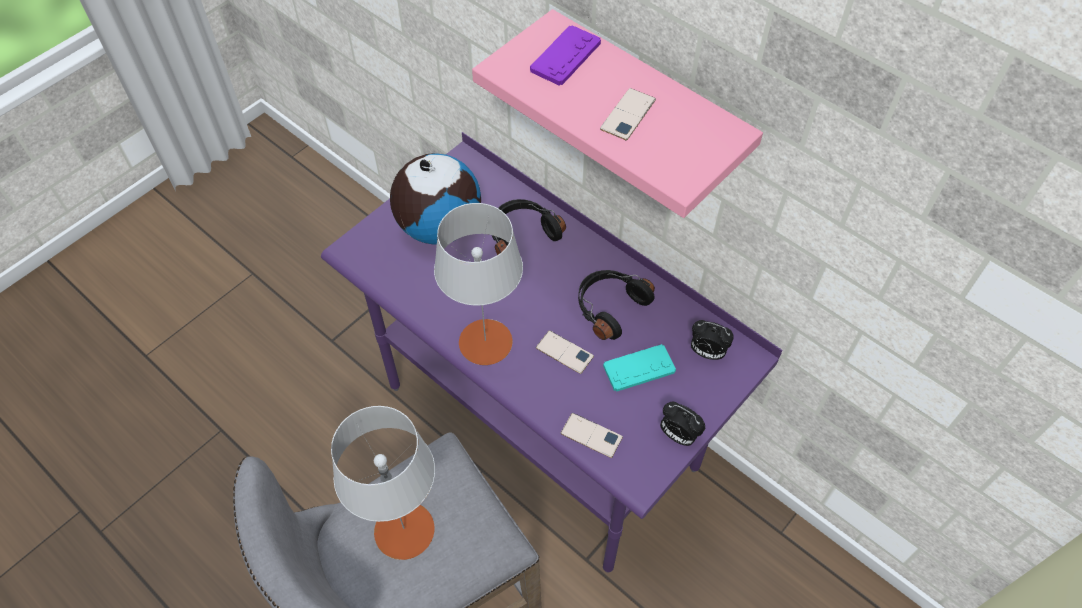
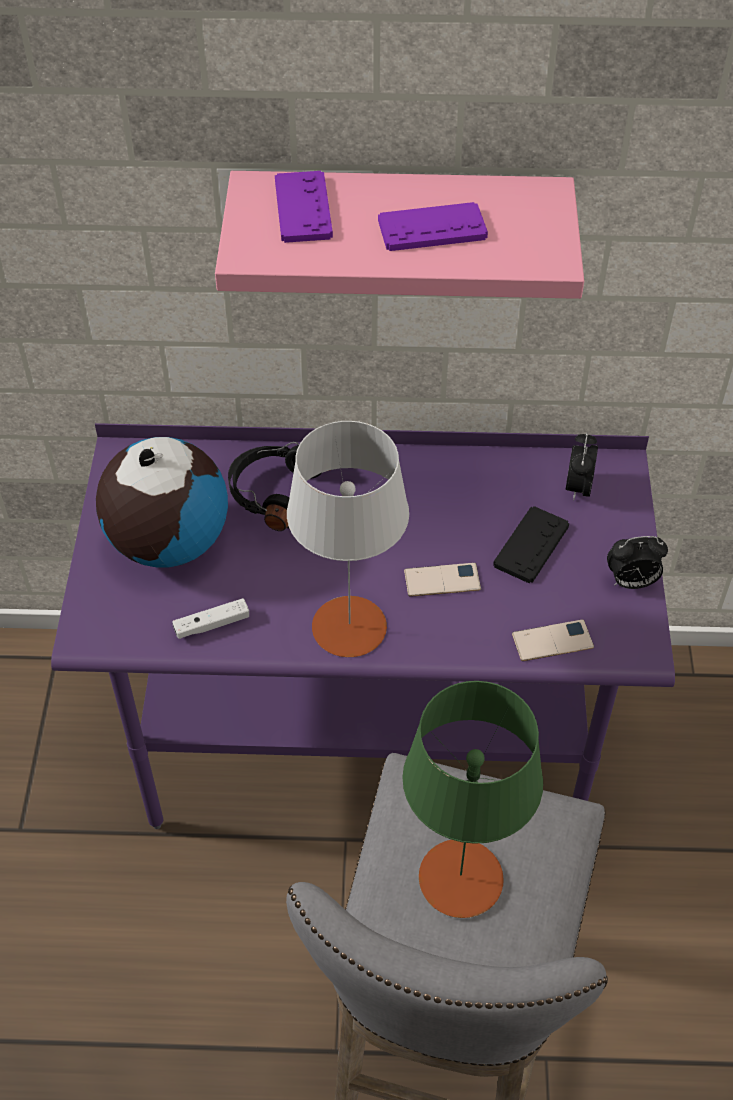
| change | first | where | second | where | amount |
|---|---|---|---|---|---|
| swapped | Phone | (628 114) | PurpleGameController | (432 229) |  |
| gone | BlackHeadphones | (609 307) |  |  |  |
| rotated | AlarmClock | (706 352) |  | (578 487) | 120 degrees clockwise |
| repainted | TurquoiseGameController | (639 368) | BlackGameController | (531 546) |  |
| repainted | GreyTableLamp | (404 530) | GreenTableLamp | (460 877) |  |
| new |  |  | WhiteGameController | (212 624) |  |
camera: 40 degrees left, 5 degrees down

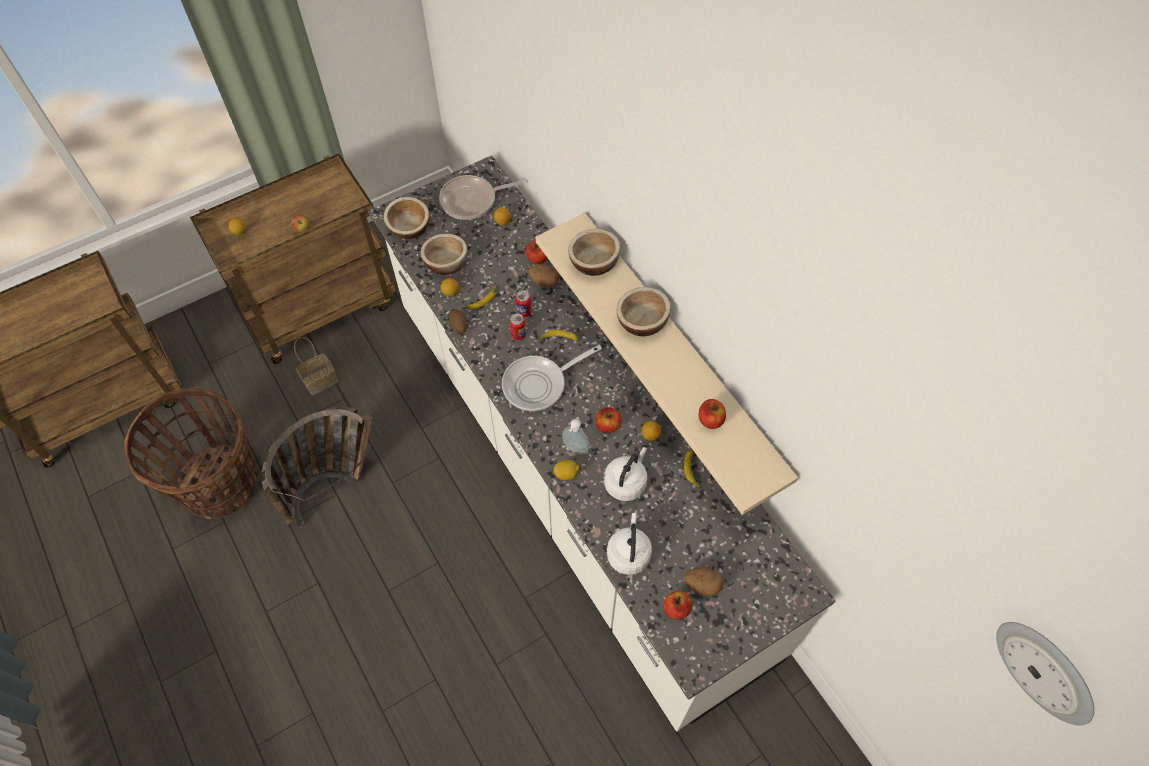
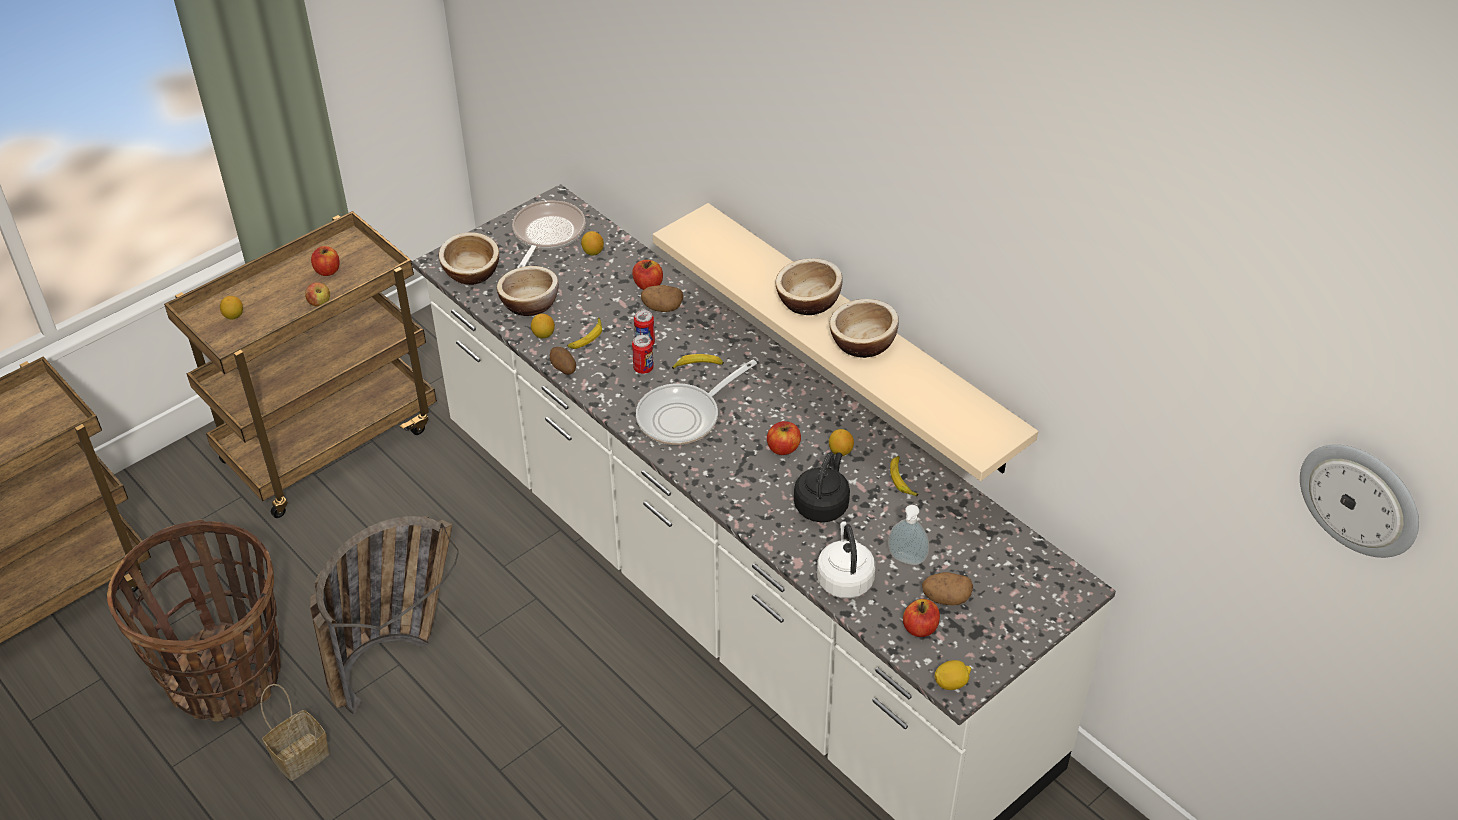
| change | first | where | second | where | amount |
|---|---|---|---|---|---|
| rotated | FryingPan | (472 200) |  | (547 234) | 135 degrees clockwise |
| shifted | Bowl | (594 262) |  | (863 343) |  |
| shifted | Basket | (321 379) |  | (301 754) |  |
| shifted | Apple | (710 420) |  | (327 271) |  |
| shifted | SoapDispenser | (574 449) |  | (906 560) |  |
| repainted | WhiteKettle | (626 482) | BlackKettle | (822 504) |  |
| shifted | Lemon | (566 474) |  | (951 683) |  |
camera: 10 degrees left, 15 degrees down

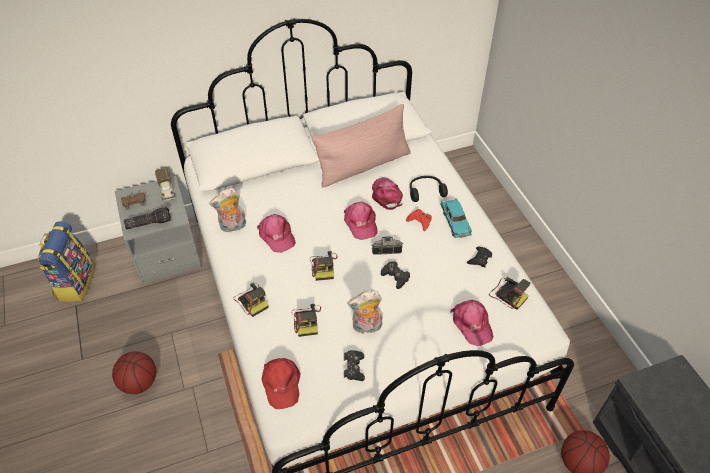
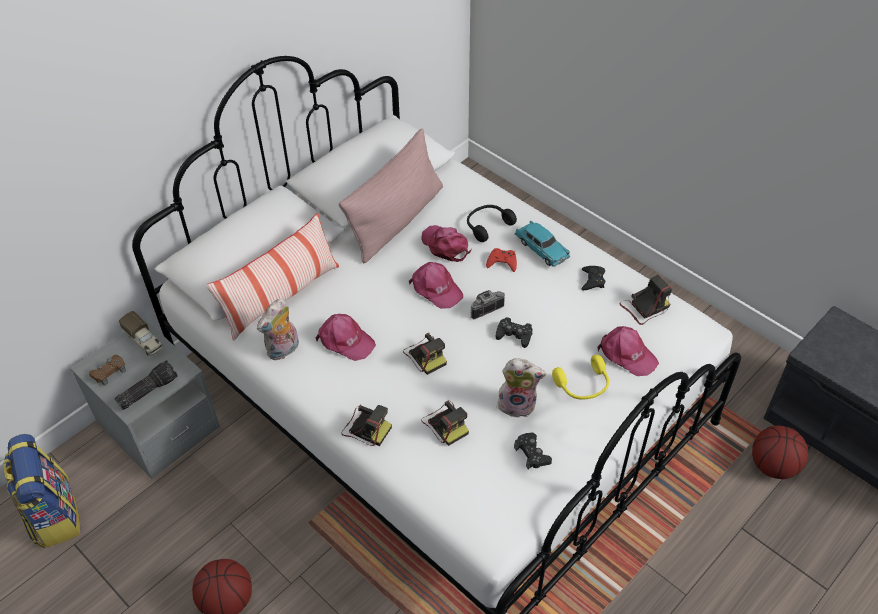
| change | first | where | second | where | amount |
|---|---|---|---|---|---|
| rotated | PhotoCamera | (507 294) |  | (644 308) | 45 degrees counterclockwise |
| rotated | PlushToy | (366 327) |  | (518 404) | 135 degrees counterclockwise |
| gone | RedCap | (281 383) |  |  |  |
| new |  |  | Pillow | (281 297) |  |
| new |  |  | YellowHeadphones | (583 385) |  |
camera: 25 degrees left, 0 degrees up

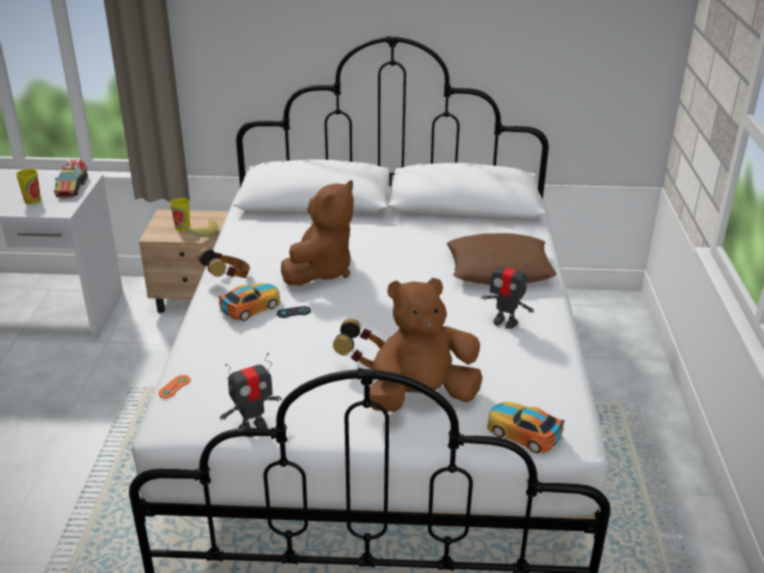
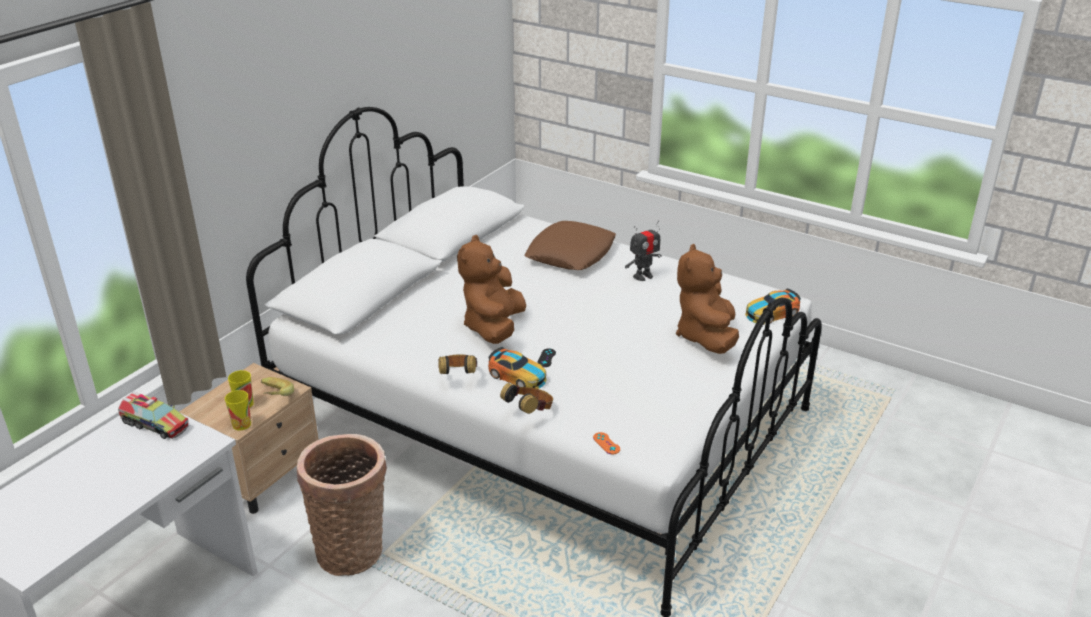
| change | first | where | second | where | amount |
|---|---|---|---|---|---|
| shifted | Cup | (32 201) |  | (241 424) |  |
| rotated | BrownPlushToy | (321 271) |  | (493 327) | 135 degrees counterclockwise |
| rotated | ToyCar | (251 307) |  | (518 376) | 135 degrees clockwise |
| shifted | Headphones | (363 362) |  | (529 412) |  |
| gone | ToyRobot | (253 427) |  |  |  |
| new |  |  | Basket | (352 548) |  |
camera: 60 degrees left, 0 degrees up

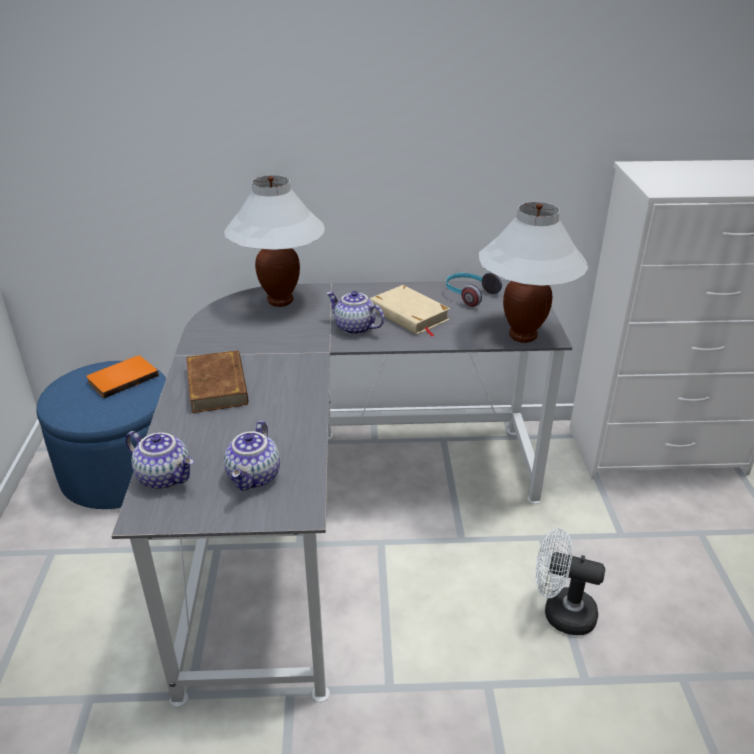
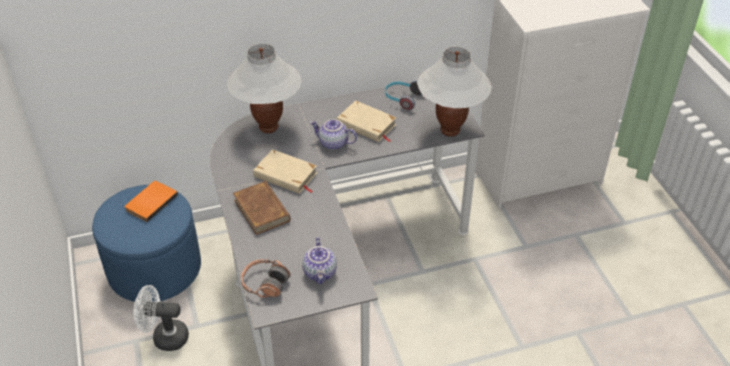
| change | first | where | second | where | amount |
|---|---|---|---|---|---|
| swapped | Teapot | (166 477) | Headphones | (265 284) |  |
| shifted | WhiteFan | (560 612) |  | (164 337) |  |
| new |  |  | BeigeBook | (285 175) |  |
camera: 15 degrees left, 10 degrees up

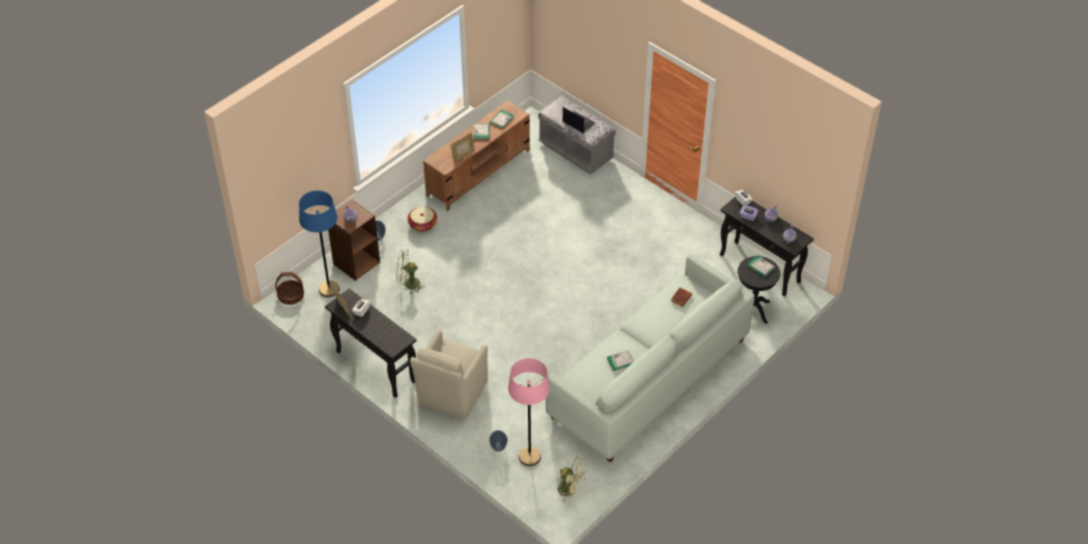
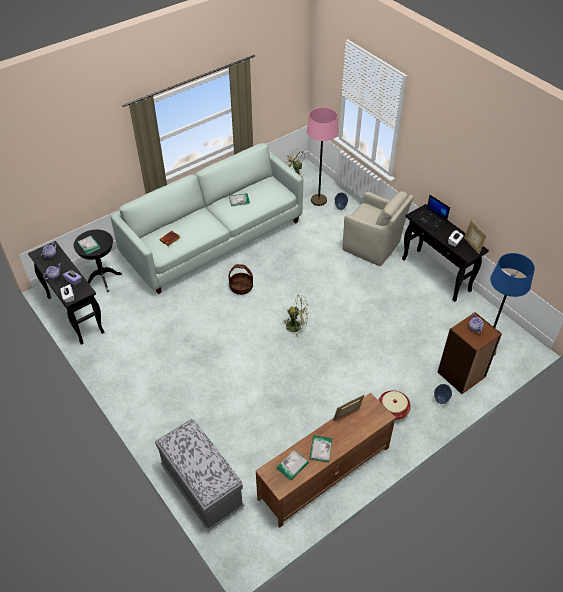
| change | first | where | second | where | amount |
|---|---|---|---|---|---|
| shifted | Laptop | (578 122) |  | (431 220) |  |
| shifted | GreenFan | (408 284) |  | (297 326) |  |
| shifted | Basket | (291 296) |  | (241 287) |  |
| rotated | BeigeArmchair | (451 394) |  | (373 247) | 90 degrees clockwise |
camera: 170 degrees left, 0 degrees up

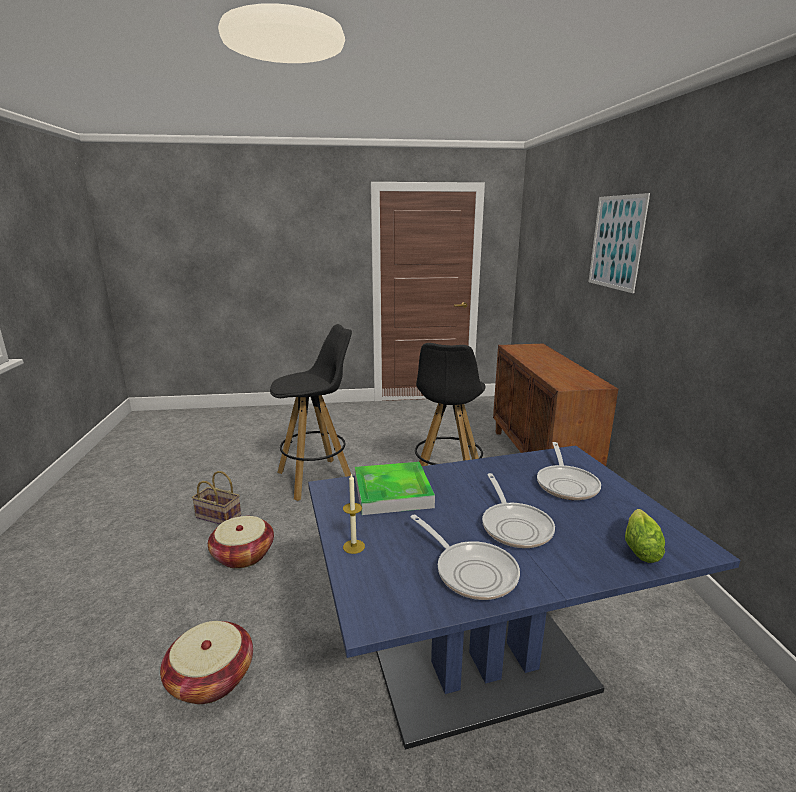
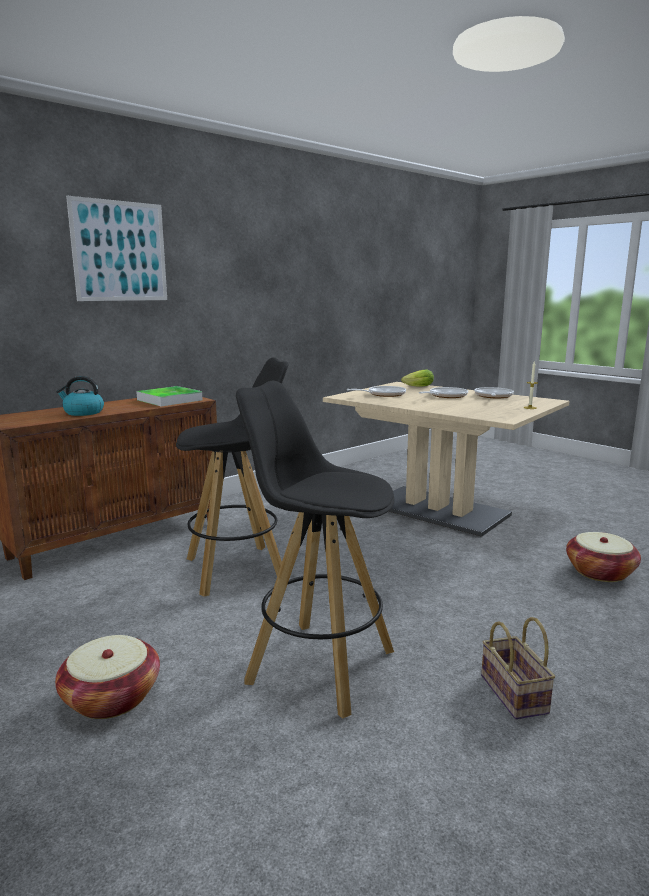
| change | first | where | second | where | amount |
|---|---|---|---|---|---|
| repainted | BlueDiningTable | (484 670) | BeigeDiningTable | (438 510) |  |
| shifted | Tray | (392 492) |  | (169 400) |  |
| shifted | Basket | (243 555) |  | (111 697) |  |
| new |  |  | Kettle | (83 412) |  |
camera: 125 degrees left, 5 degrees down

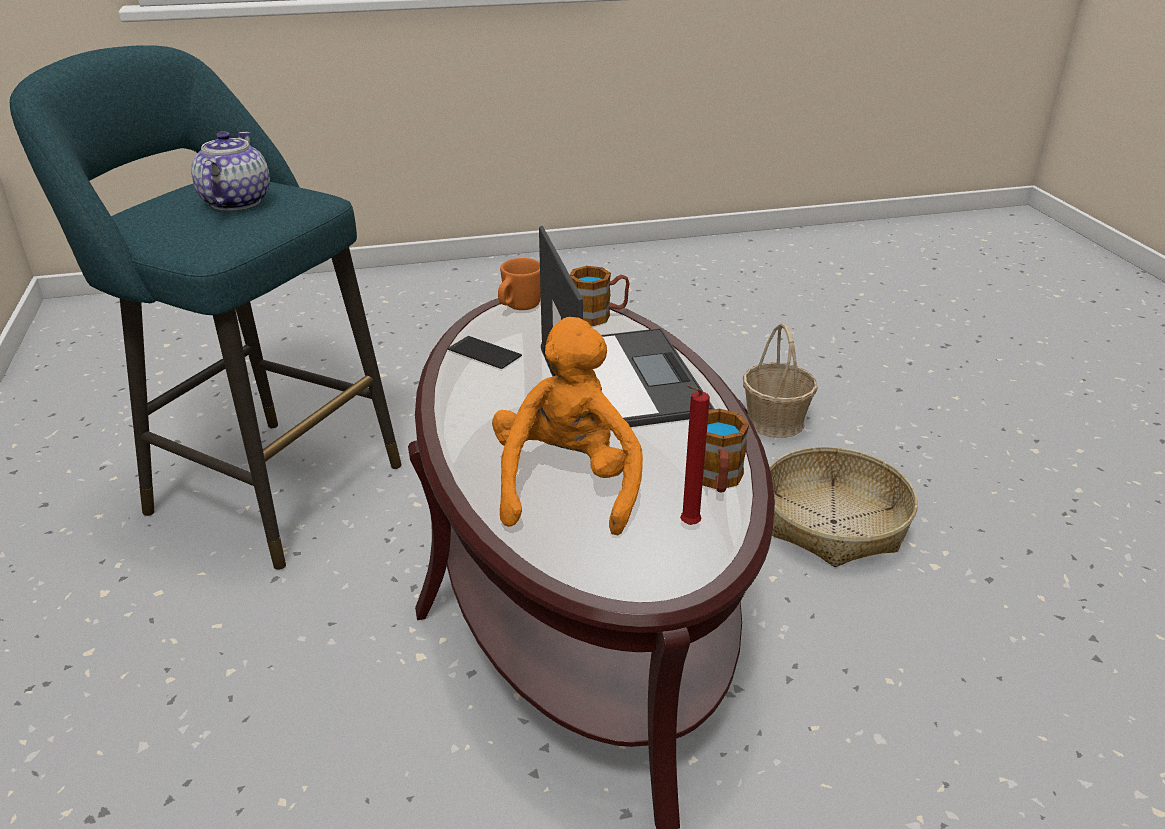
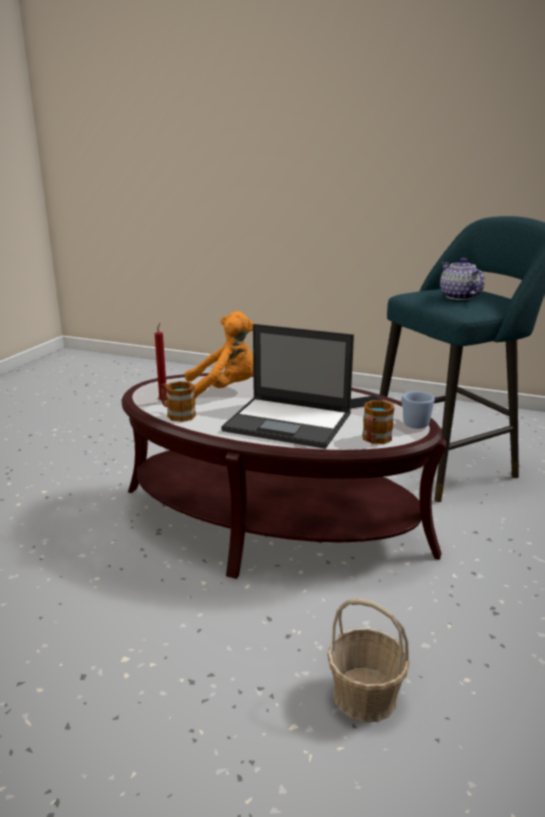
| change | first | where | second | where | amount |
|---|---|---|---|---|---|
| rotated | Teapot | (235 202) |  | (459 297) | 150 degrees counterclockwise |
| repainted | OrangeMug | (518 307) | BlueMug | (413 423) |  |
| rotated | OrangePlushToy | (567 484) |  | (224 391) | 45 degrees counterclockwise |
| gone | Basket | (832 522) |  |  |  |
camera: 125 degrees right, 10 degrees down

